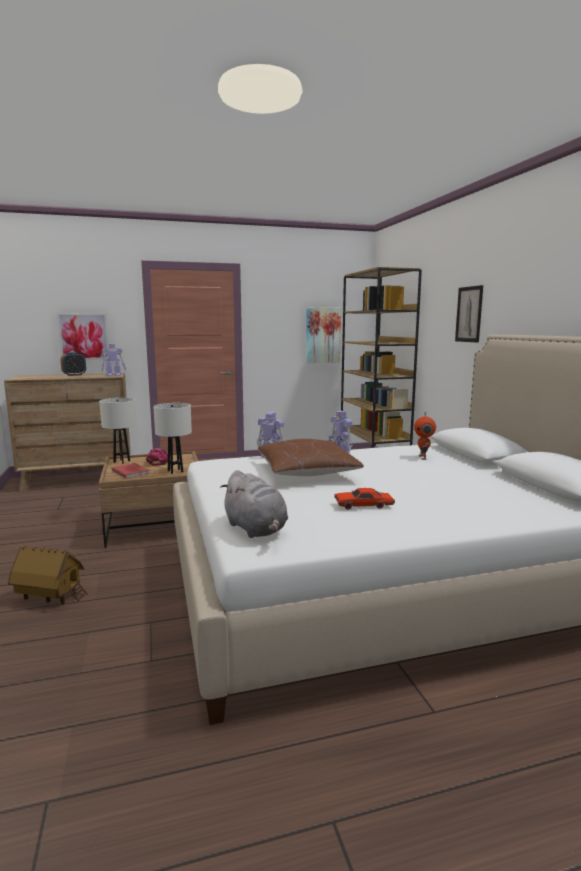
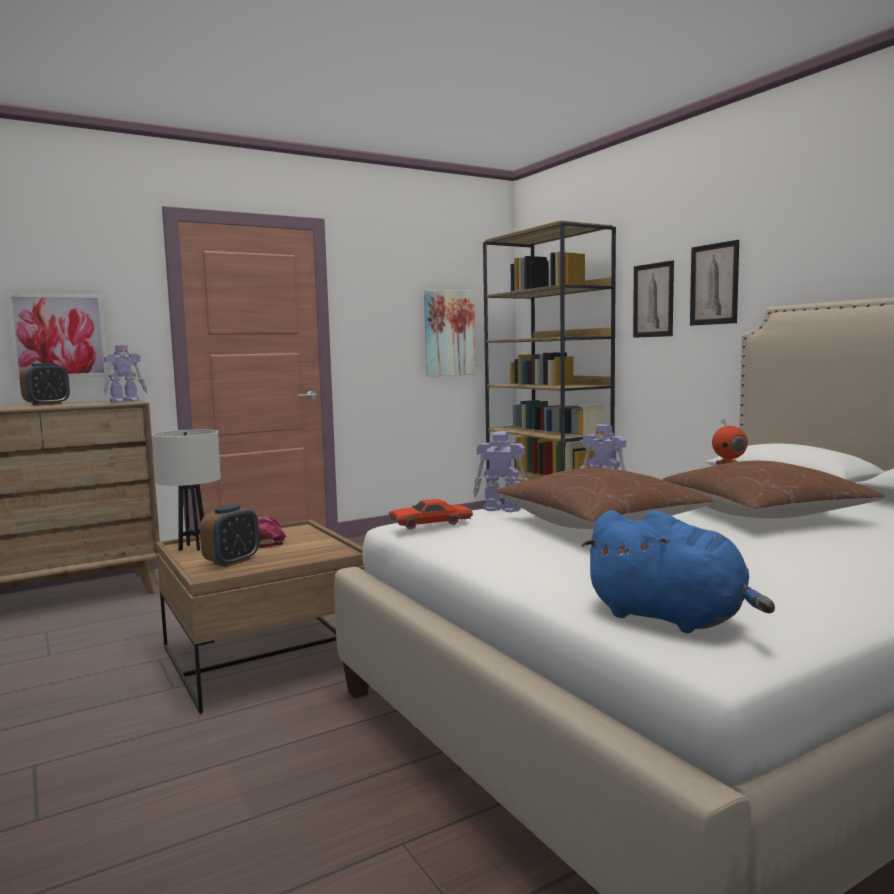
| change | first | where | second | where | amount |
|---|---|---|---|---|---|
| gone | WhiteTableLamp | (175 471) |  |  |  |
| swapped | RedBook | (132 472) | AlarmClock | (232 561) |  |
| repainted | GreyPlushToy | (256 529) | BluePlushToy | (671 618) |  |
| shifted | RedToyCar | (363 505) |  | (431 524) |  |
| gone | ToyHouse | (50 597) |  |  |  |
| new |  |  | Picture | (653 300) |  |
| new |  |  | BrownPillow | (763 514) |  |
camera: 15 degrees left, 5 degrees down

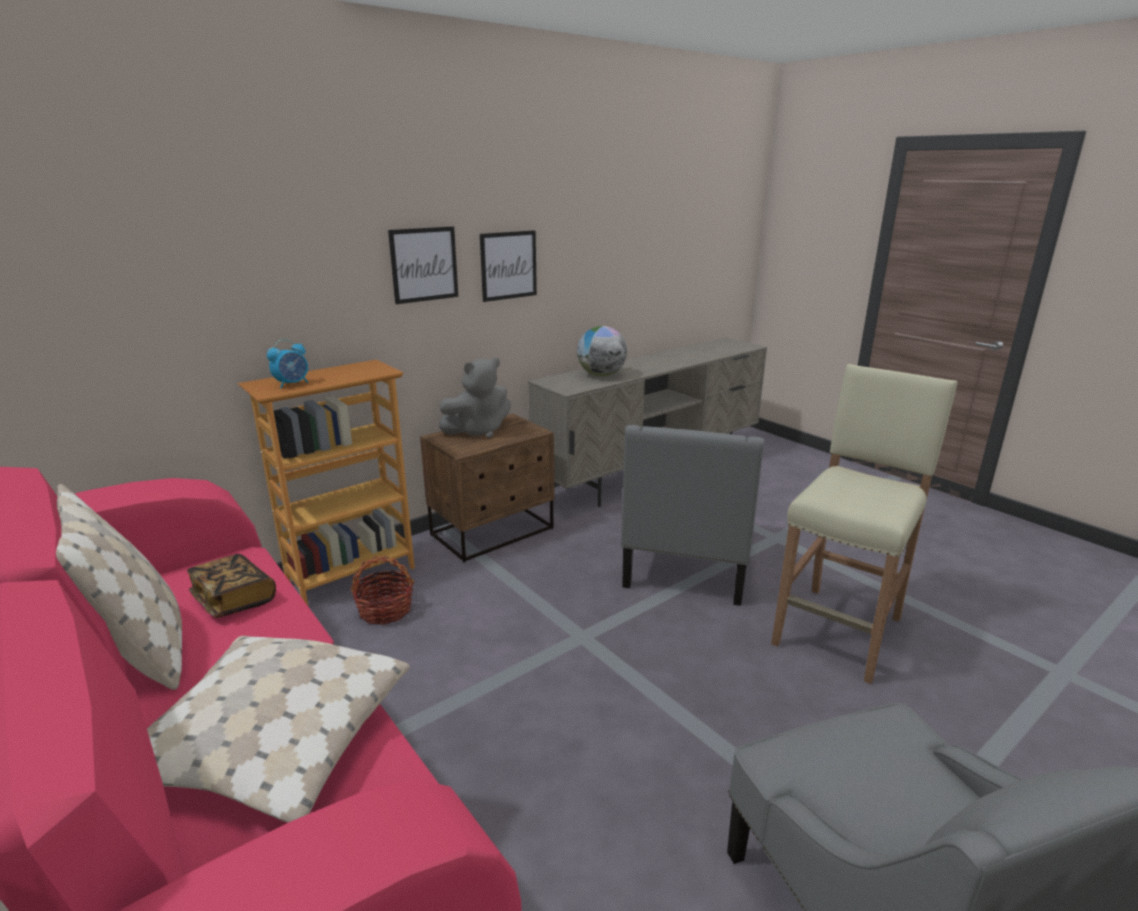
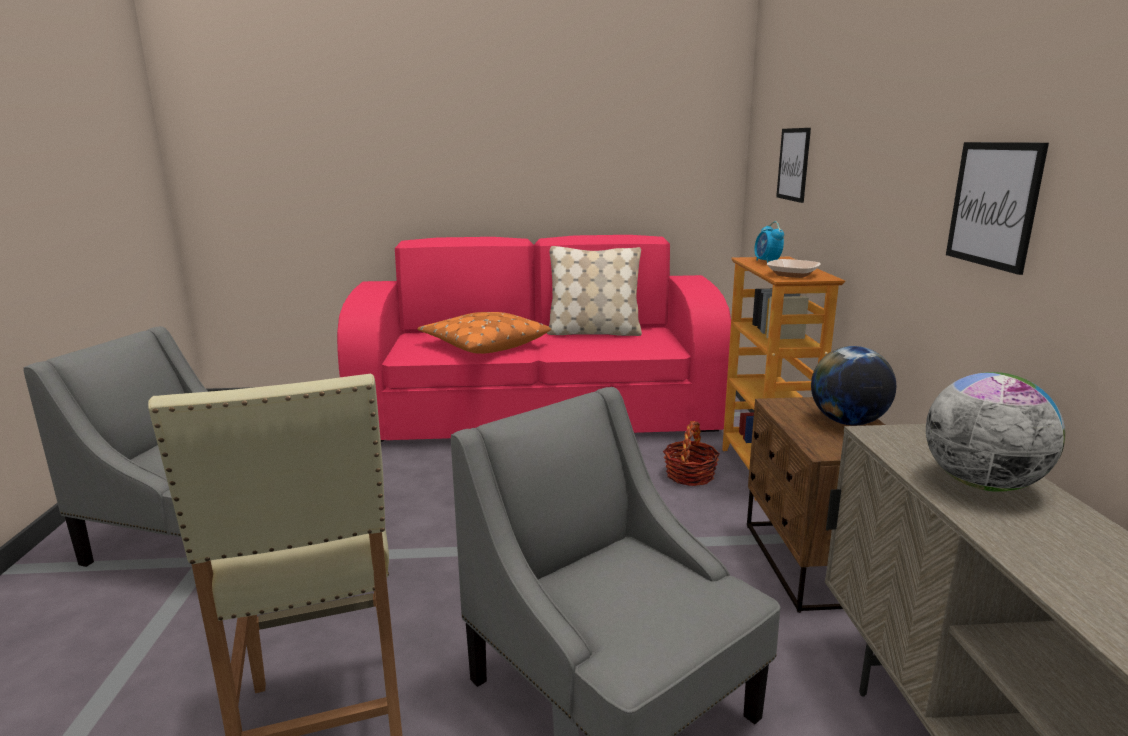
| change | first | where | second | where | amount |
|---|---|---|---|---|---|
| shifted | Picture | (424 264) |  | (793 164) |  |
| swapped | GreyPlushToy | (478 431) | Globe | (847 422) |  |
| gone | Book | (234 599) |  |  |  |
| repainted | BeigePillow | (273 742) | OrangePillow | (483 345) |  |
| new |  |  | Bowl | (792 275) |  |
camera: 125 degrees right, 5 degrees down

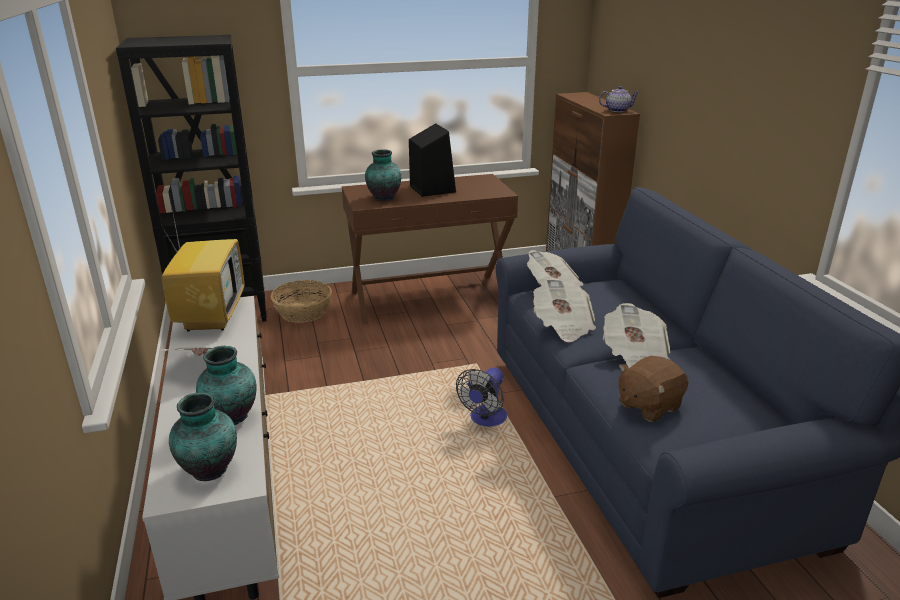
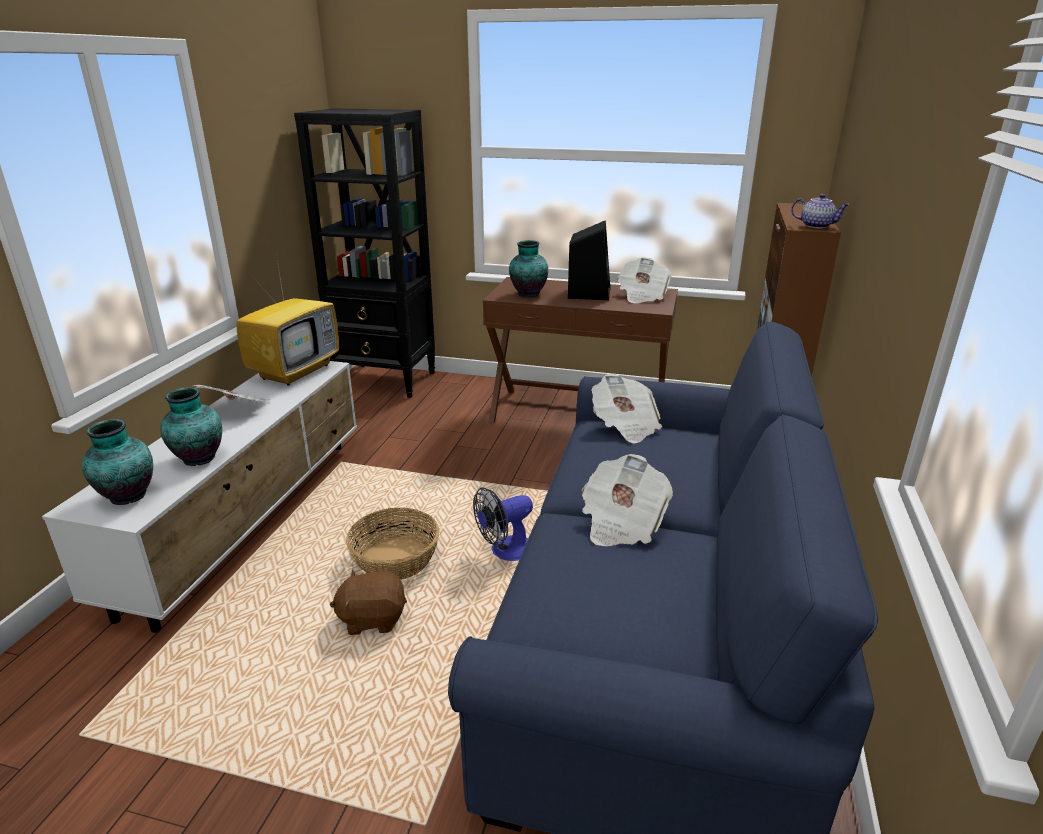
| change | first | where | second | where | amount |
|---|---|---|---|---|---|
| shifted | Newspaper | (563 325) |  | (642 295) |  |
| shifted | Basket | (303 312) |  | (395 560) |  |
| shifted | BrownPlushToy | (648 405) |  | (372 619) |  |
camera: 30 degrees right, 0 degrees up

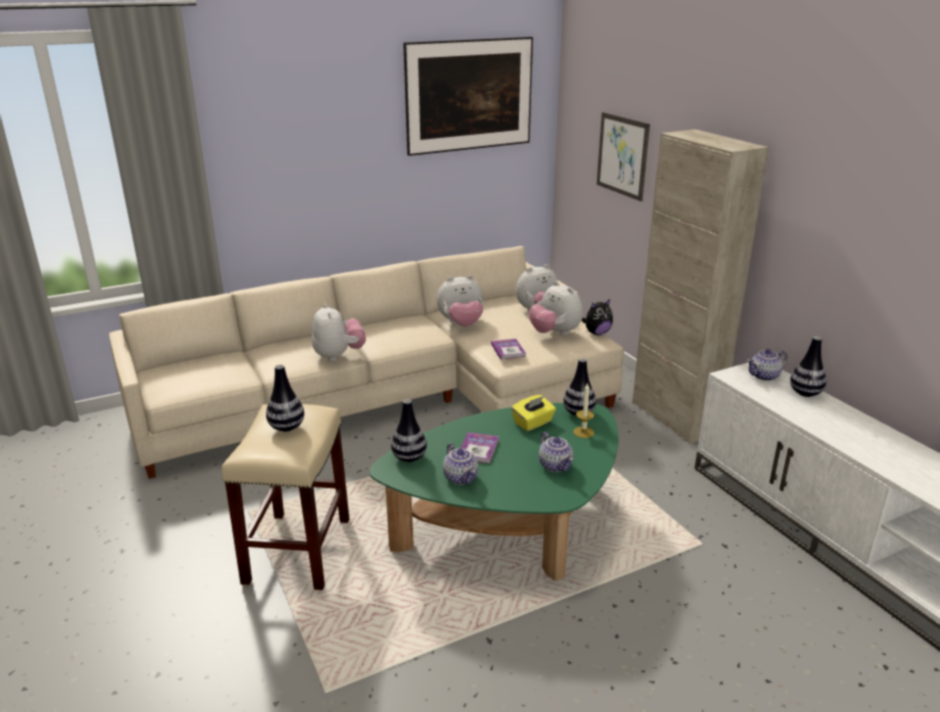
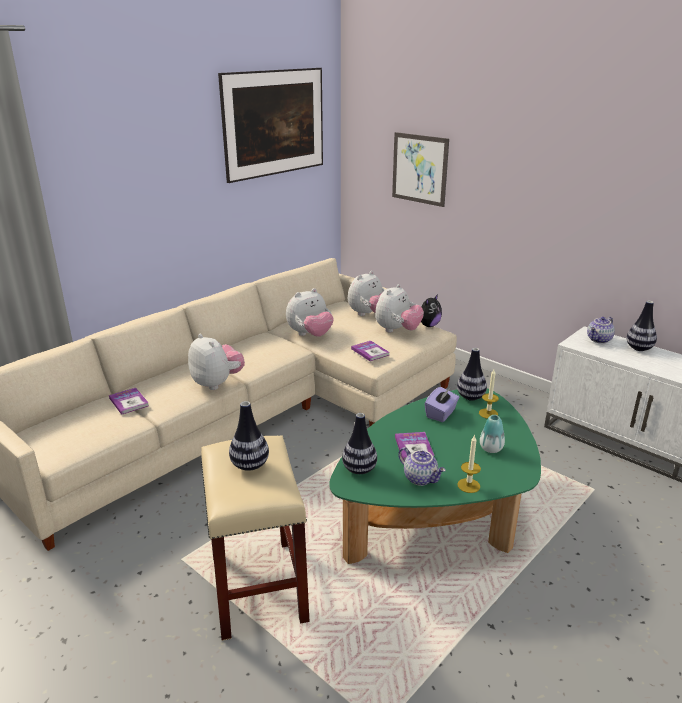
| change | first | where | second | where | amount |
|---|---|---|---|---|---|
| gone | BeigeCabinet | (674 417) |  |  |  |
| rotated | PlushToy | (555 333) |  | (397 330) | 90 degrees counterclockwise |
| repainted | YellowTissueBox | (533 423) | PurpleTissueBox | (441 414) |  |
| swapped | Teapot | (556 466) | Vase | (491 449) |  |
| new |  |  | Book | (129 402) |  |
| new |  |  | Candle | (468 485) |  |
camera: 20 degrees left, 0 degrees up

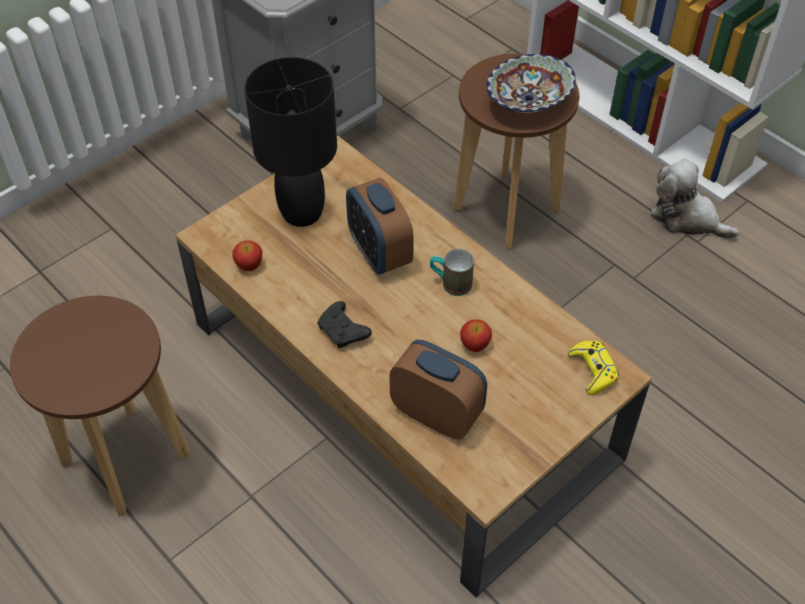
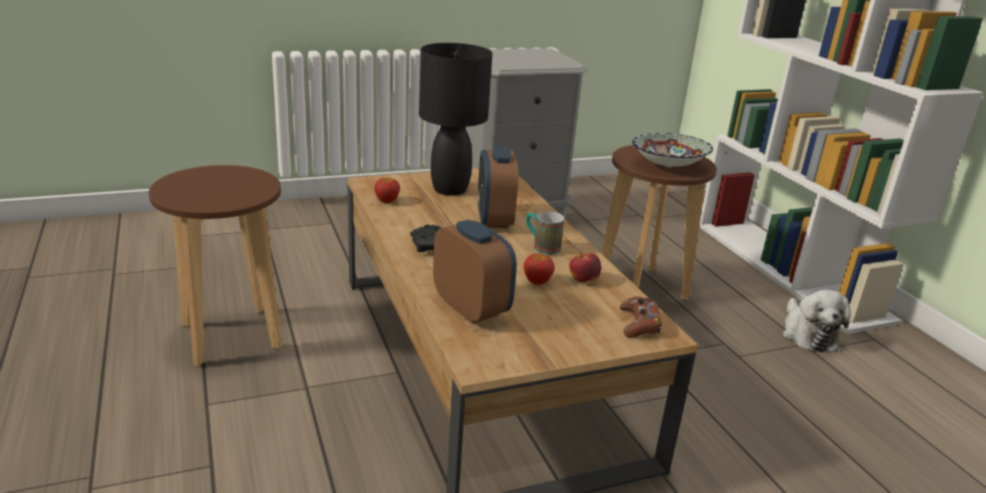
| change | first | where | second | where | amount |
|---|---|---|---|---|---|
| rotated | PlushToy | (686 218) |  | (807 334) | 150 degrees counterclockwise |
| repainted | YellowGameController | (592 371) | BrownGameController | (639 324) |  |
| new |  |  | Apple | (583 280) |  |
camera: 20 degrees right, 25 degrees down

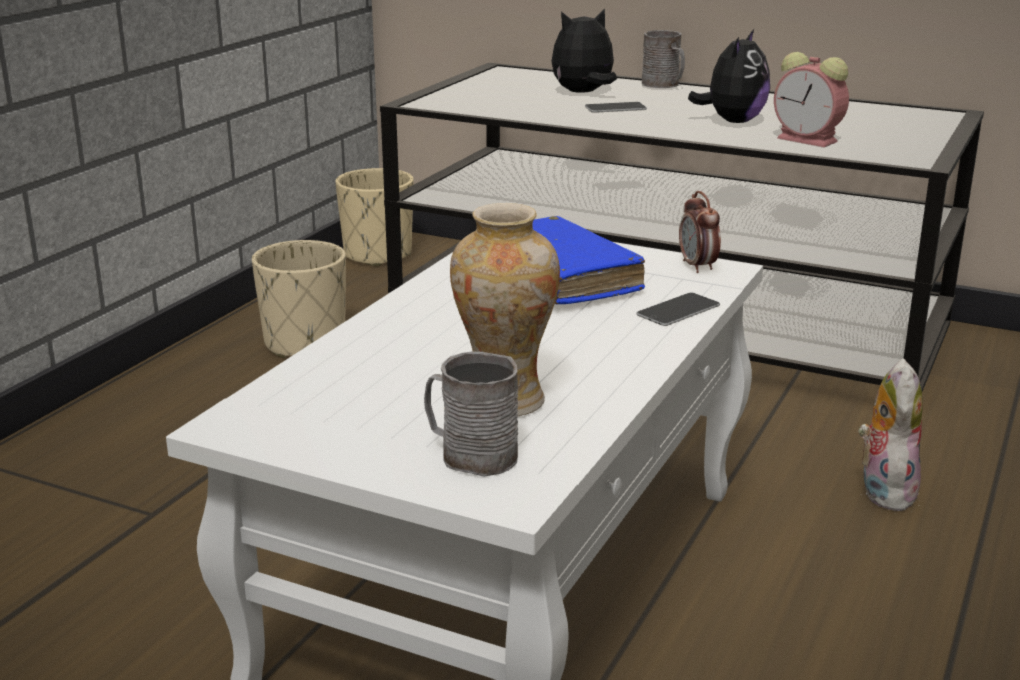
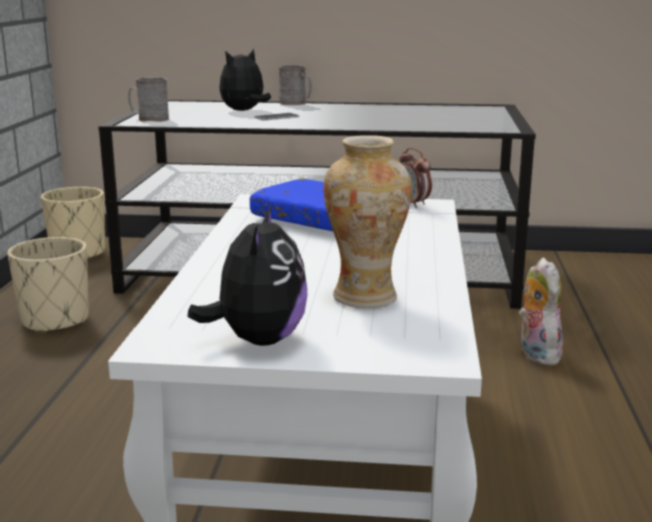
| change | first | where | second | where | amount |
|---|---|---|---|---|---|
| shifted | PlushToy | (732 121) |  | (258 340) |  |
| gone | AlarmClock | (809 140) |  |  |  |
| gone | Phone | (678 310) |  |  |  |
| shifted | GreyMug | (470 455) |  | (149 119) |  |
camera: 20 degrees left, 5 degrees down

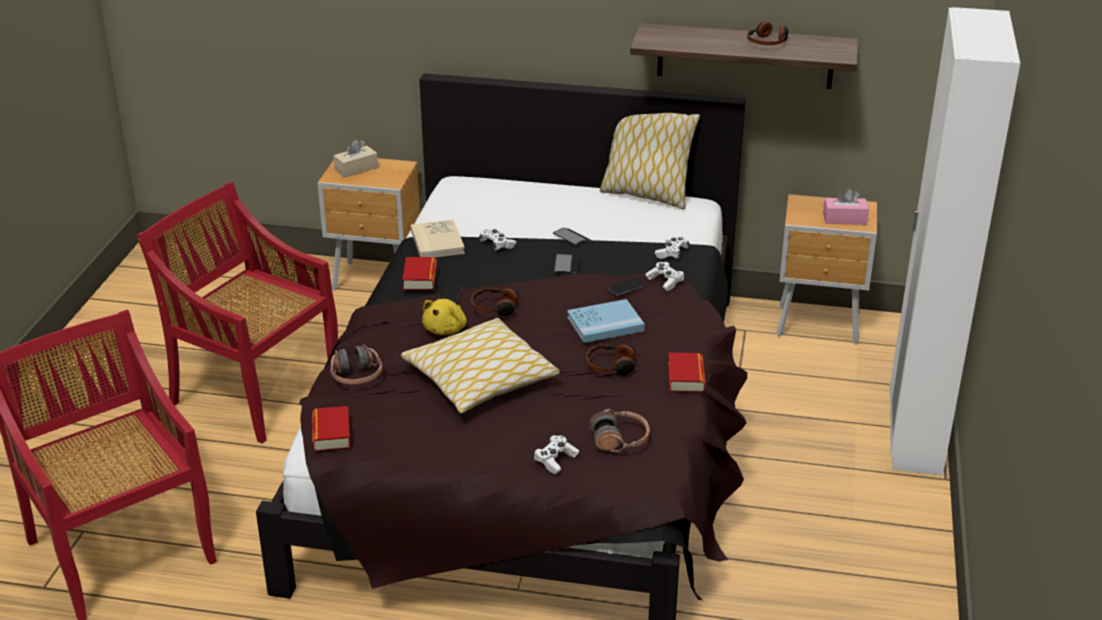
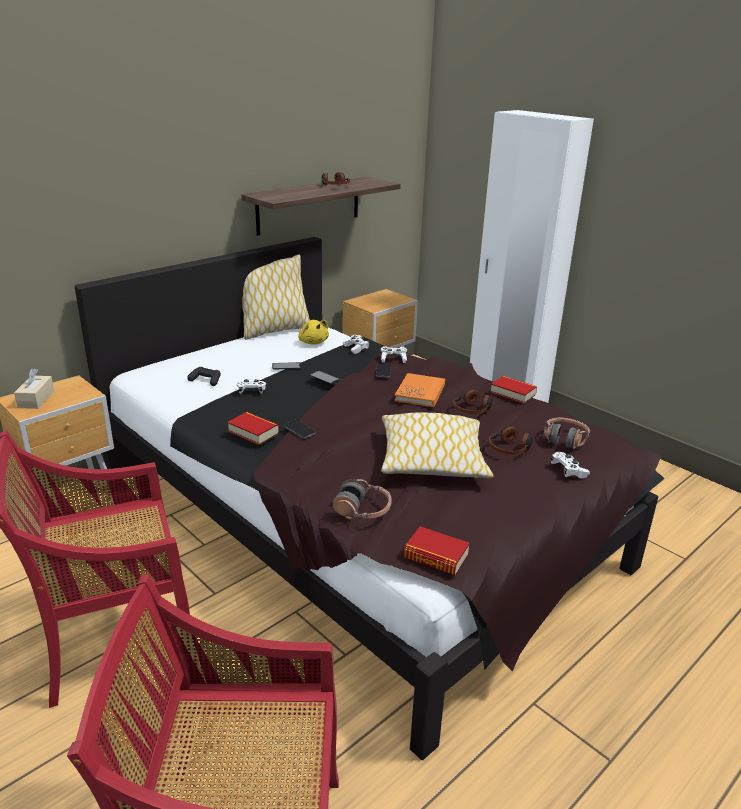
| change | first | where | second | where | amount |
|---|---|---|---|---|---|
| gone | PinkTissueBox | (844 219) |  |  |  |
| gone | BeigeBook | (437 242) |  |  |  |
| shifted | Headphones | (496 307) |  | (510 448) |  |
| shifted | YellowPlushToy | (446 329) |  | (313 342) |  |
| repainted | BlueBook | (605 324) | OrangeBook | (420 392) |  |
| new |  |  | BlackGameController | (206 380) |  |
camera: 55 degrees left, 5 degrees down

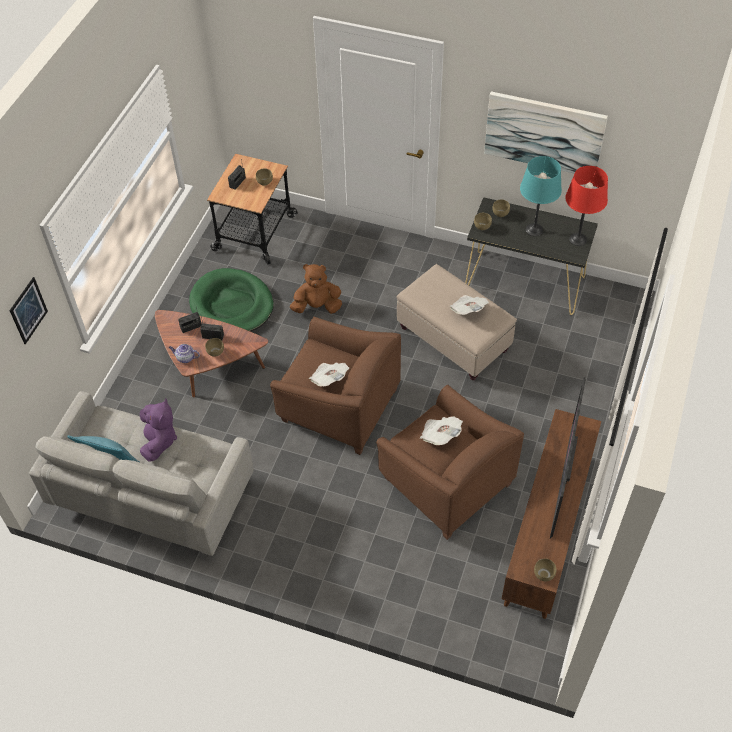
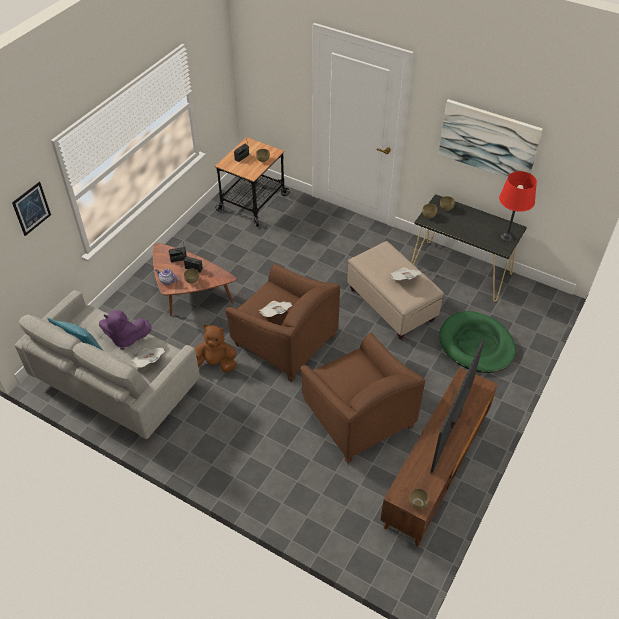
| change | first | where | second | where | amount |
|---|---|---|---|---|---|
| gone | TurquoiseTableLamp | (534 229) |  |  |  |
| shifted | BrownPlushToy | (317 306) |  | (215 363) |  |
| shifted | GreenDogBed | (232 305) |  | (476 345) |  |
| rotated | PurplePlushToy | (159 440) |  | (126 338) | 90 degrees clockwise |
| shifted | Newspaper | (440 435) |  | (149 362) |  |
camera: 10 degrees right, 5 degrees down

